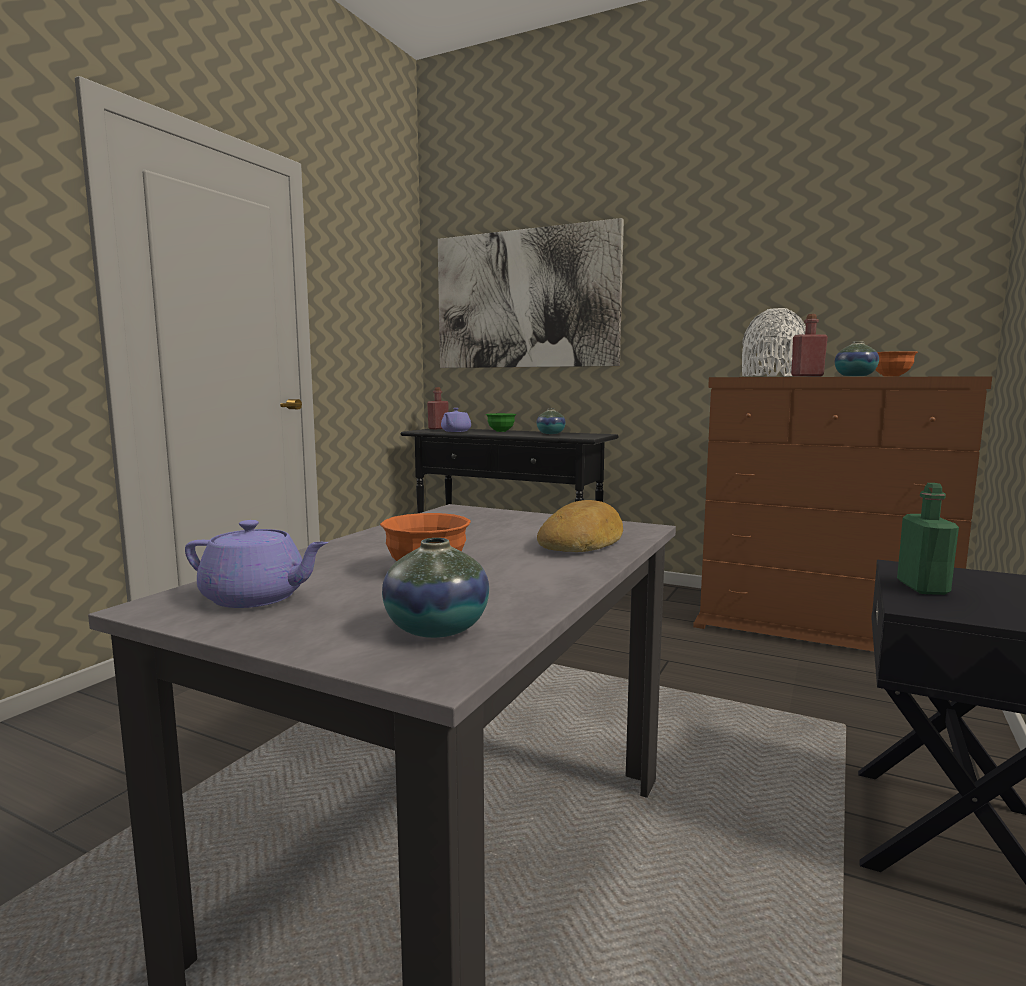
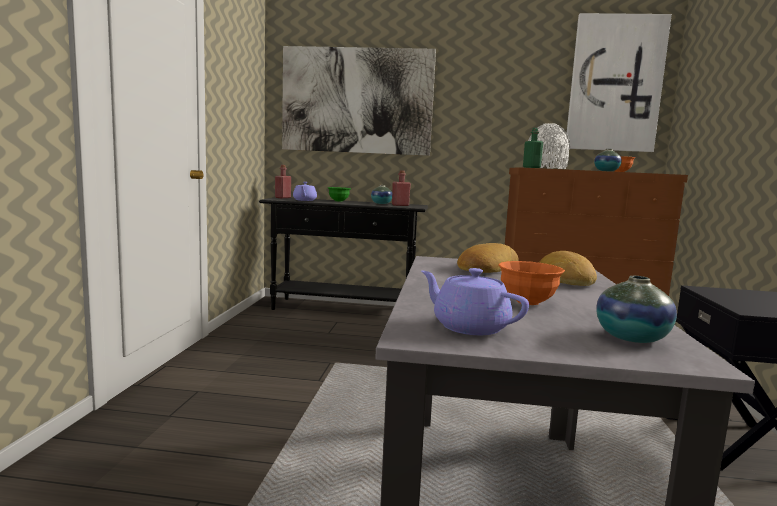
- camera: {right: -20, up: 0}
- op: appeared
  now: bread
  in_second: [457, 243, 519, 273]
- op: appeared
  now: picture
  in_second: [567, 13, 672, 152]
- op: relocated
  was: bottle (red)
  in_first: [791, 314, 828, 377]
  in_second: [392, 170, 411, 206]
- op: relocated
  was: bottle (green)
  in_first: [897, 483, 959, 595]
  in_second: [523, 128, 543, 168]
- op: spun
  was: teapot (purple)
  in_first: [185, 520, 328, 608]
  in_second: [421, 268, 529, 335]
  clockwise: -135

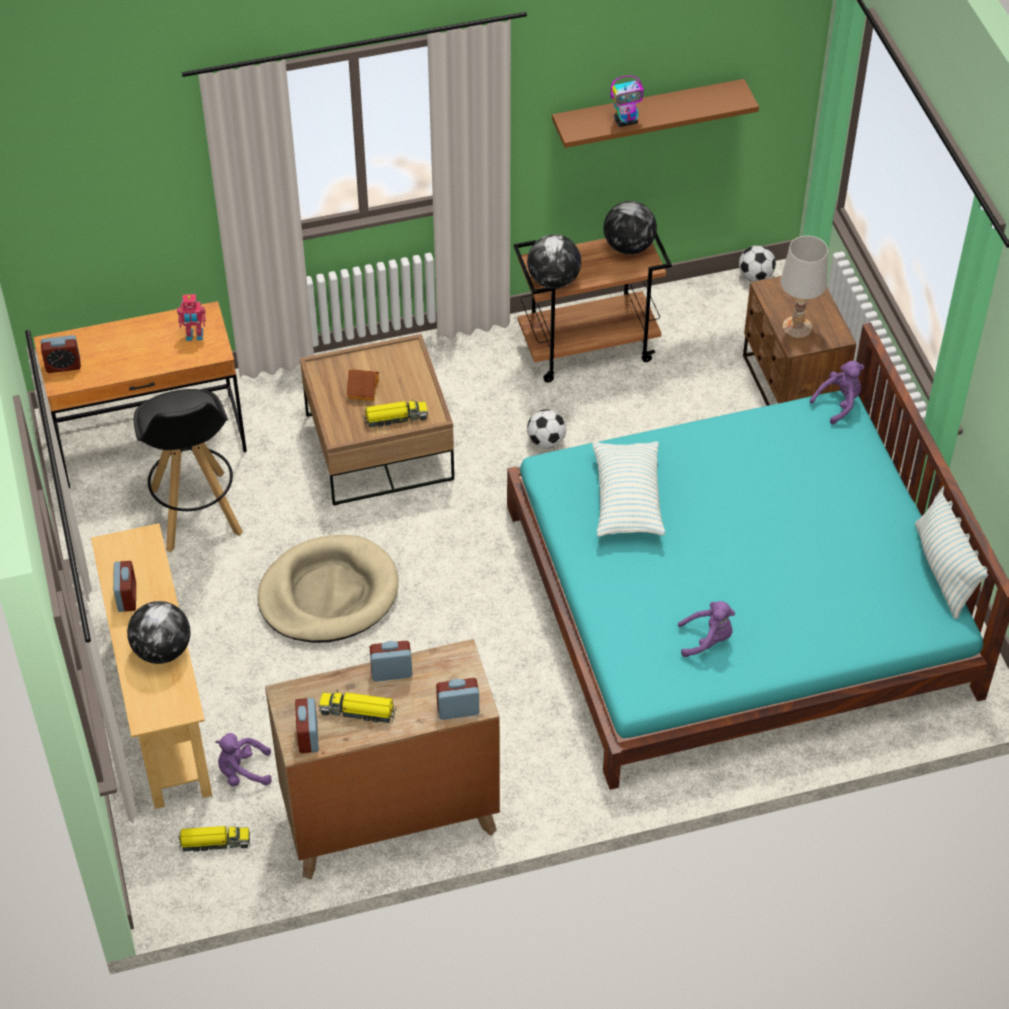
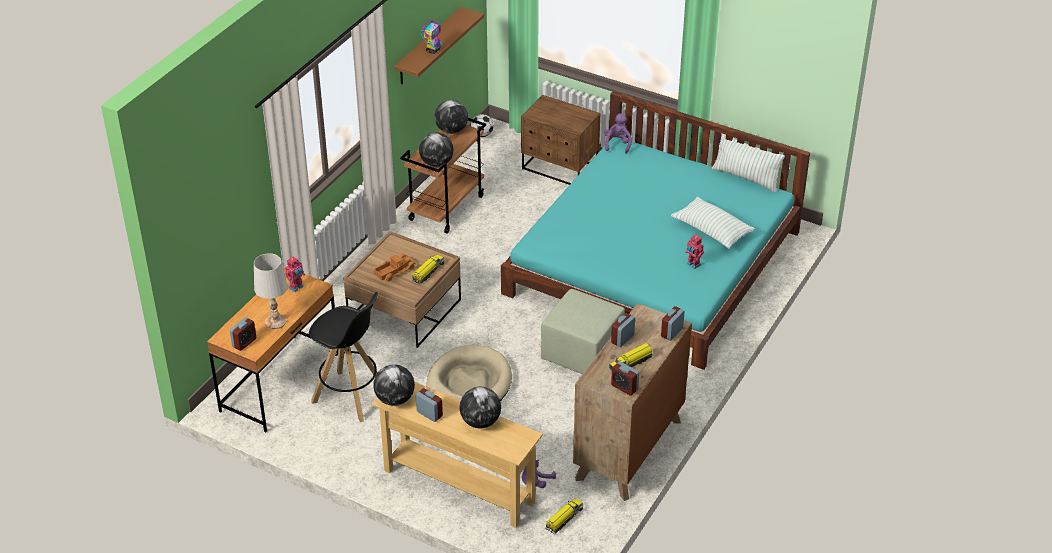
- camera: {right: -45, up: -10}
- op: missing
  was: football
  in_first: [527, 409, 566, 449]
- op: appeared
  now: globe
  in_second: [374, 364, 415, 406]
- op: appeared
  now: ottoman (green)
  in_second: [541, 289, 625, 374]
- op: relocated
  was: pillow
  in_first: [592, 442, 665, 537]
  in_second: [671, 197, 755, 249]
- op: relocated
  was: table lamp (white)
  in_first: [781, 236, 828, 338]
  in_second: [254, 253, 288, 329]
- op: exchanged
  was: toy house
  now: toy truck
  in_first: [347, 369, 379, 401]
  in_second: [374, 253, 416, 281]
- op: exchanged
  was: plush toy (purple)
  now: toy robot
  in_first: [678, 601, 735, 657]
  in_second: [685, 235, 704, 269]

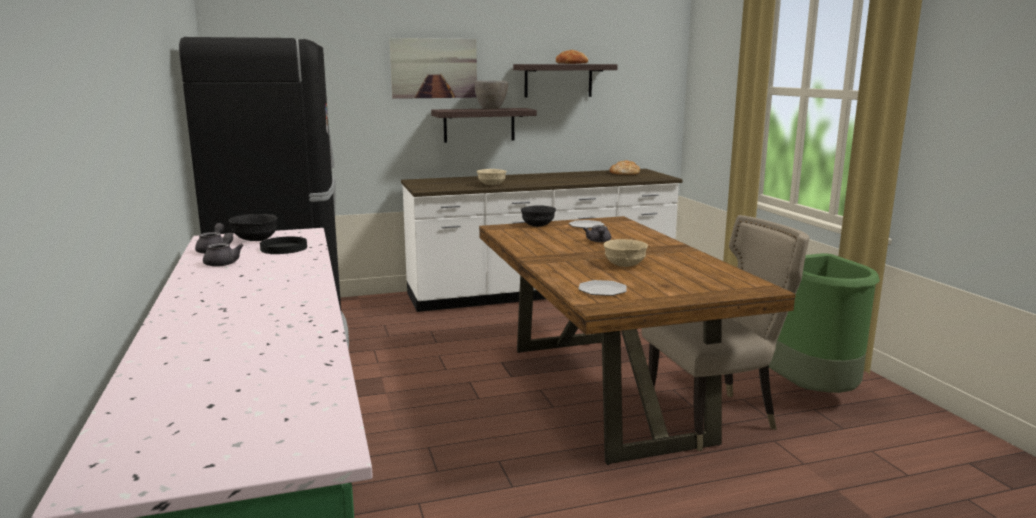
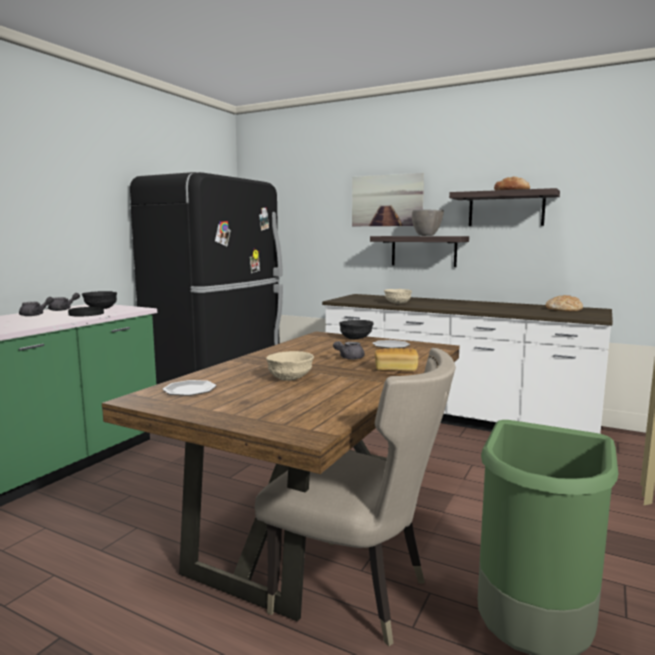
- camera: {right: 45, up: -5}
- op: appeared
  now: bread
  in_second: [374, 348, 418, 371]

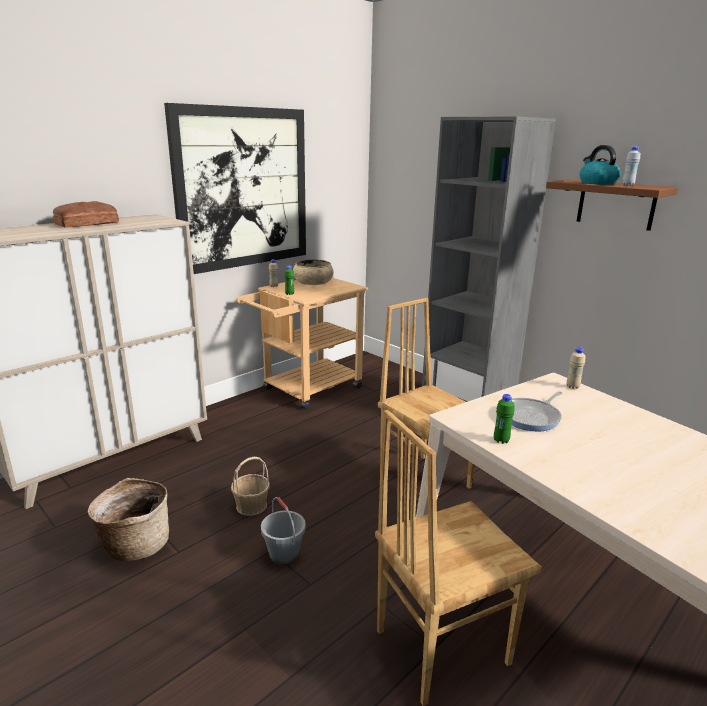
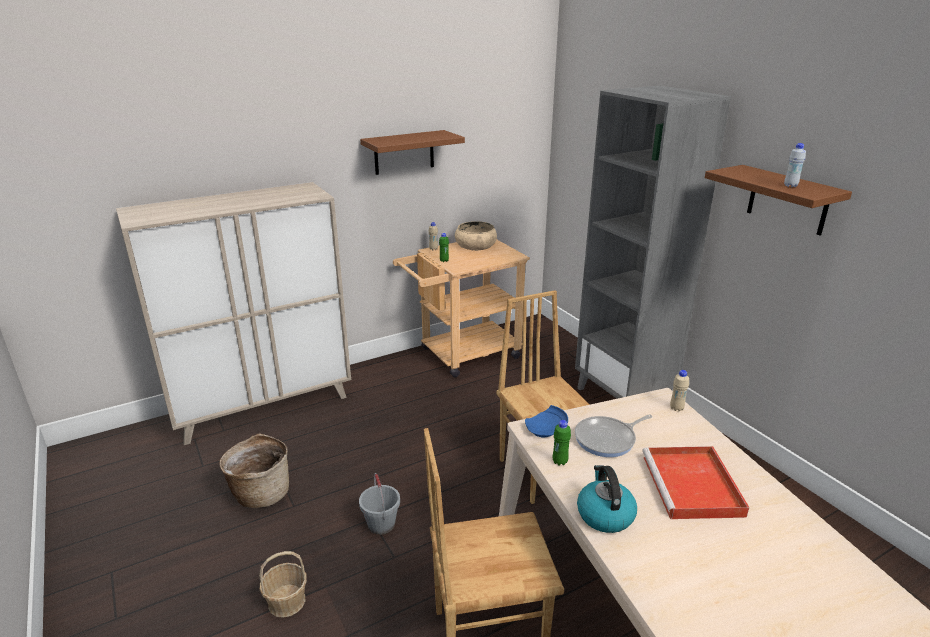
- camera: {right: 15, up: 5}
- op: missing
  was: bread
  in_first: [53, 201, 119, 227]
- op: appeared
  now: plate (blue)
  in_second: [525, 405, 568, 437]
- op: appeared
  now: tray (red)
  in_second: [642, 446, 749, 519]
- op: relocated
  was: basket
  in_first: [231, 457, 270, 516]
  in_second: [259, 551, 307, 618]
- op: relocated
  was: kettle
  in_first: [580, 145, 621, 185]
  in_second: [577, 465, 637, 533]
- op: exchanged
  was: picture
  now: shelf (brown)
  in_first: [164, 103, 306, 274]
  in_second: [360, 130, 465, 175]

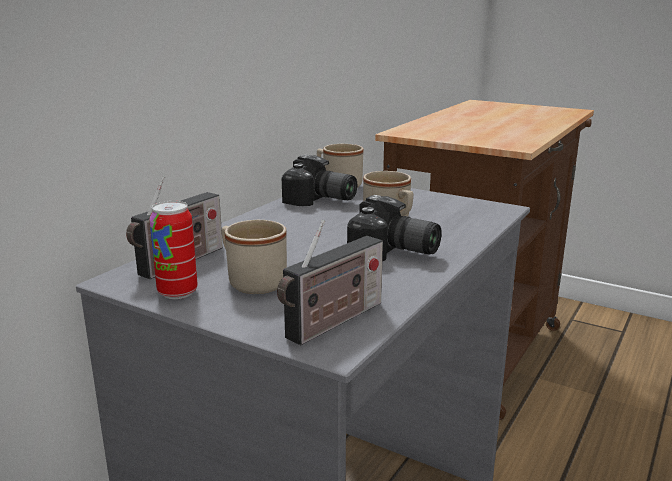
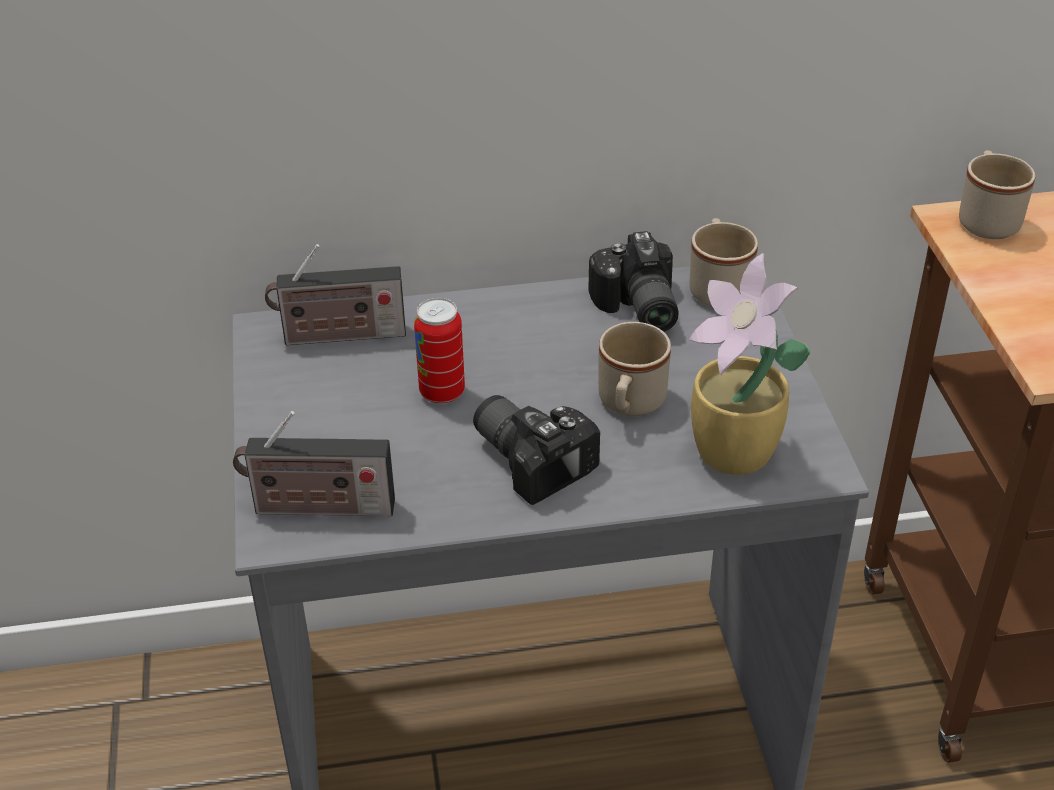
- camera: {right: 50, up: 20}
- op: appeared
  now: potted plant
  in_second: [689, 253, 810, 475]
- op: relocated
  was: can
  in_first: [149, 201, 198, 299]
  in_second: [414, 298, 465, 404]
- op: relocated
  was: mug (beige)
  in_first: [222, 220, 287, 294]
  in_second: [959, 150, 1036, 239]
- op: spun
  was: photo camera
  in_first: [347, 195, 442, 261]
  in_second: [473, 395, 600, 505]
  clockwise: 150

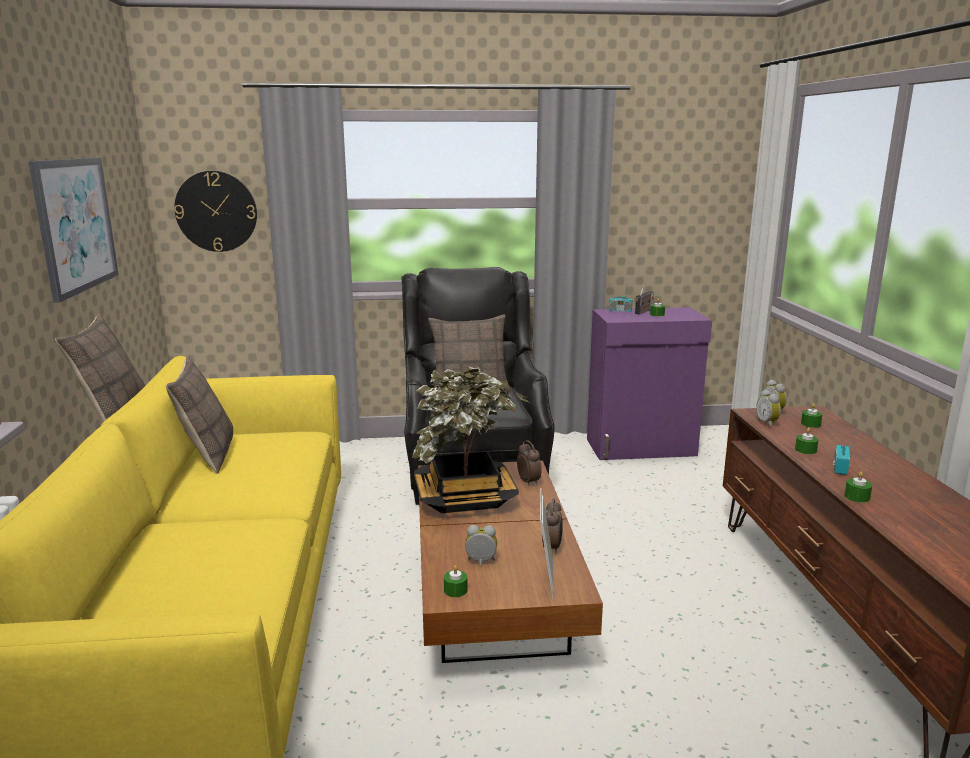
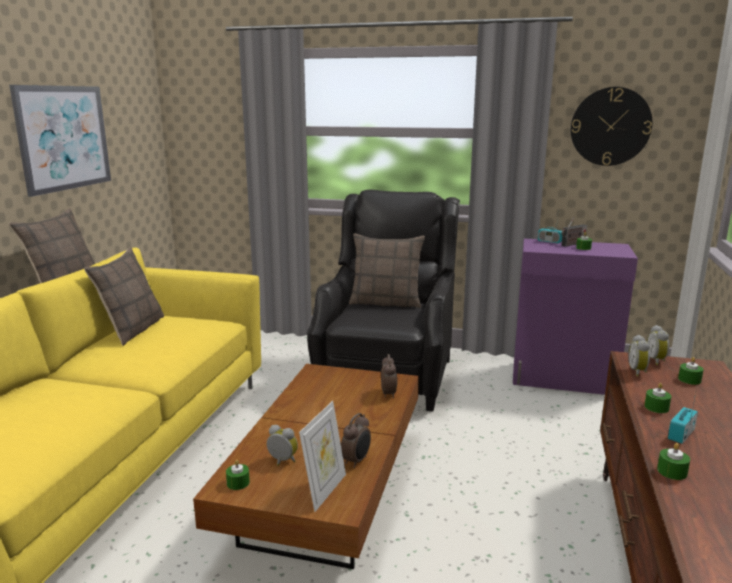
- camera: {right: 20, up: 0}
- op: missing
  was: potted plant
  in_first: [412, 366, 529, 513]
- op: relocated
  was: wall clock
  in_first: [174, 171, 257, 252]
  in_second: [571, 87, 652, 166]

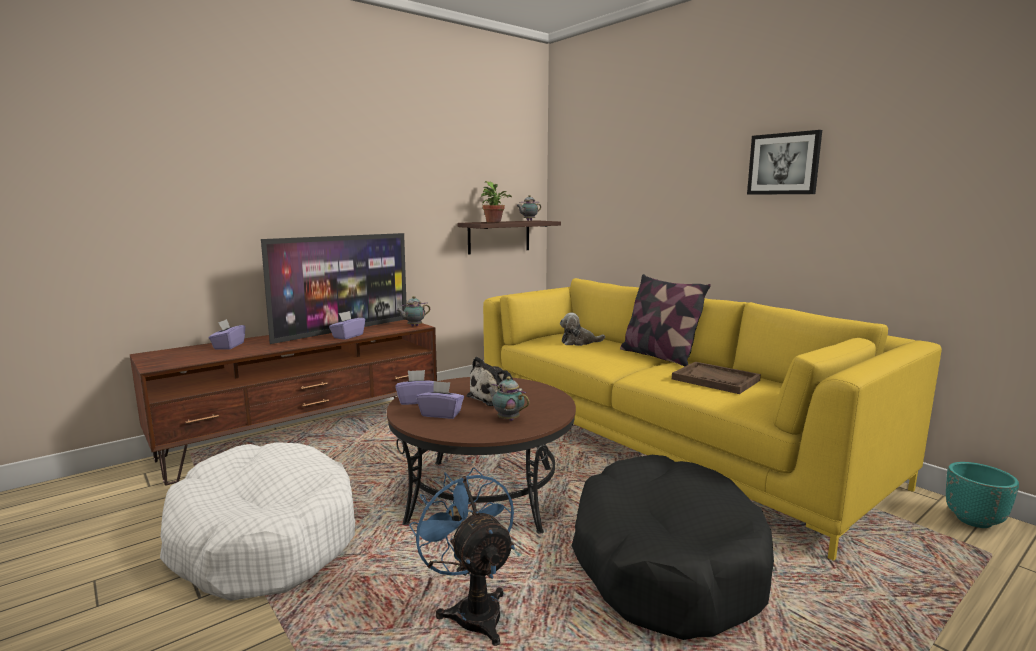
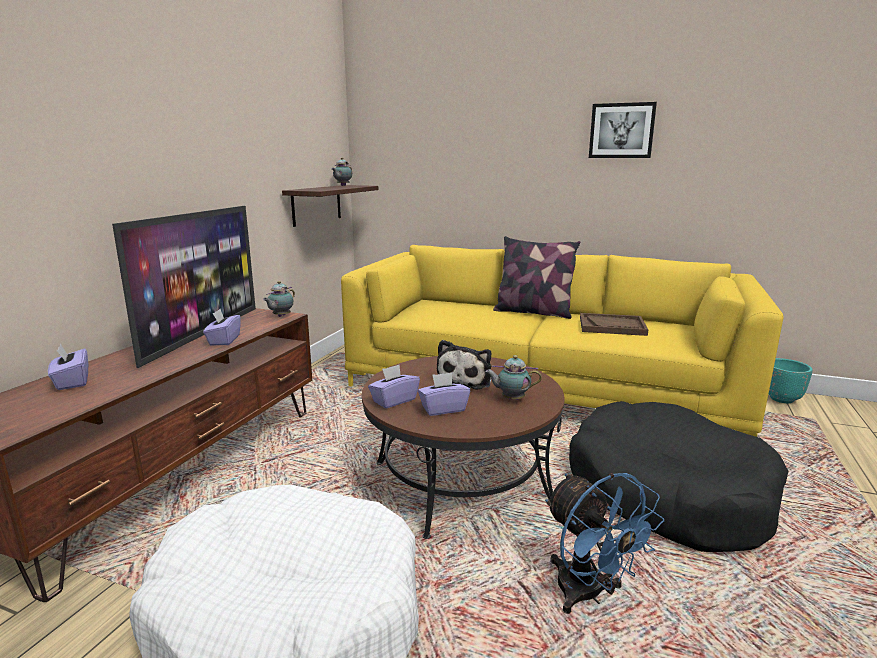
- camera: {right: -30, up: 5}
- op: missing
  was: potted plant
  in_first: [481, 181, 512, 223]
- op: missing
  was: plush toy
  in_first: [560, 313, 605, 346]
- op: spun
  was: fan (blue)
  in_first: [409, 467, 515, 646]
  in_second: [545, 473, 664, 614]
  clockwise: -150

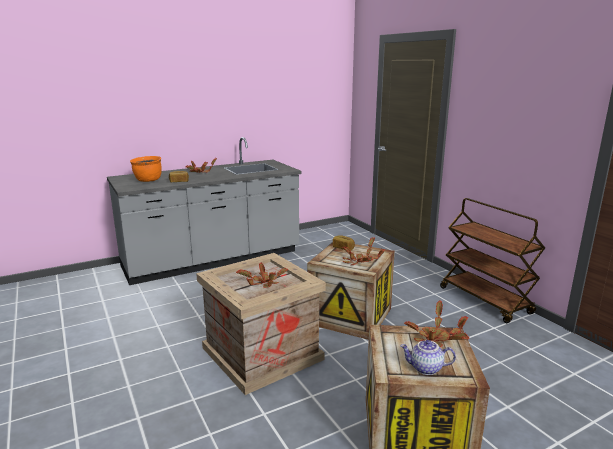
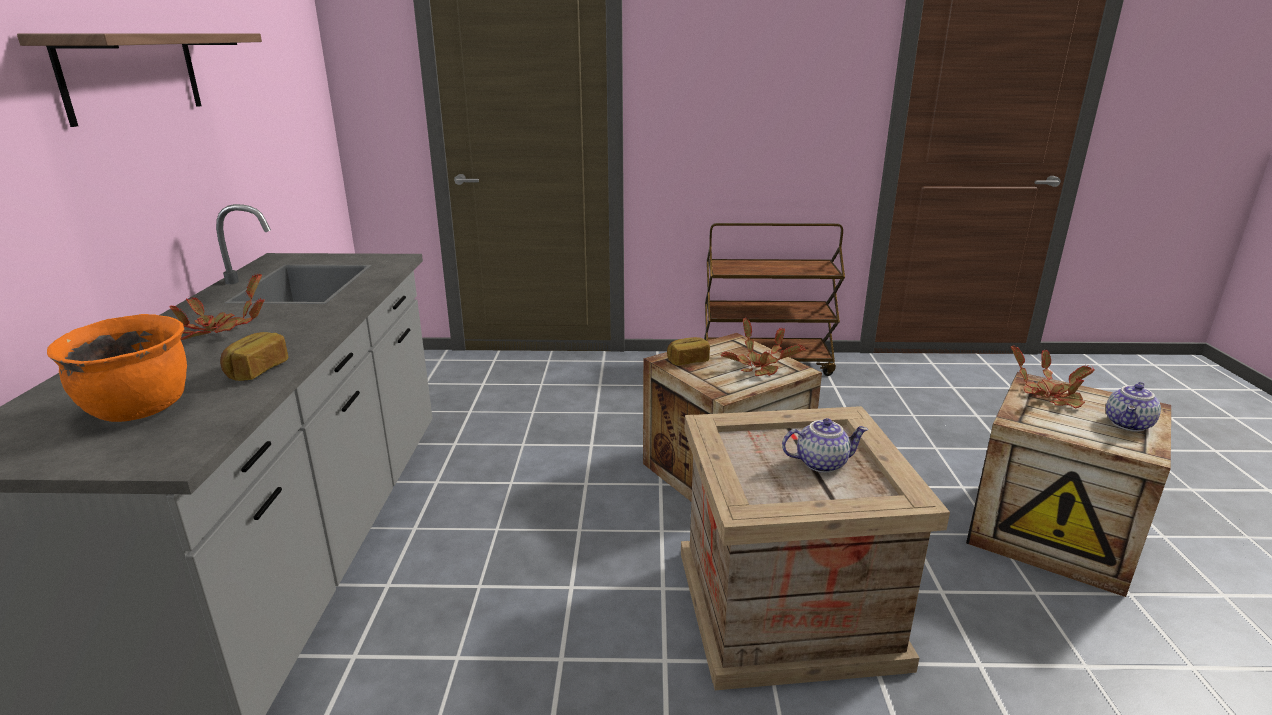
- camera: {right: -60, up: 5}
- op: appeared
  now: shelf
  in_second: [17, 33, 262, 127]
- op: exchanged
  was: potted plant
  now: teapot
  in_first: [236, 262, 288, 288]
  in_second: [782, 418, 868, 473]

